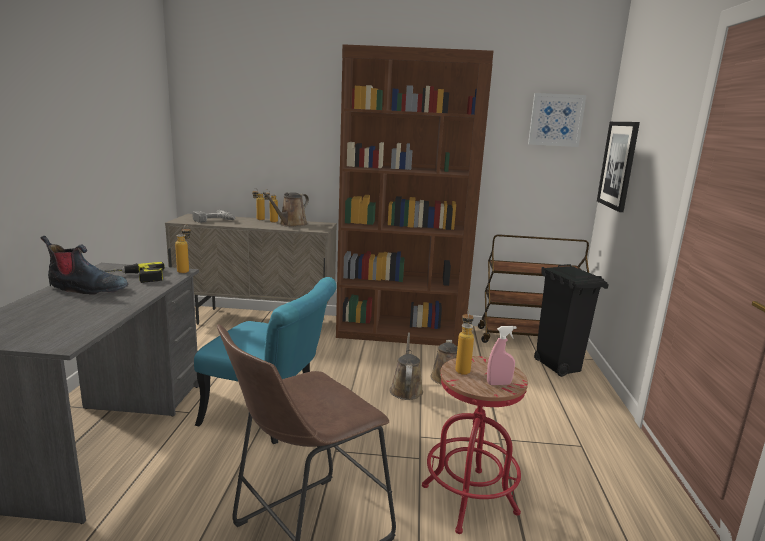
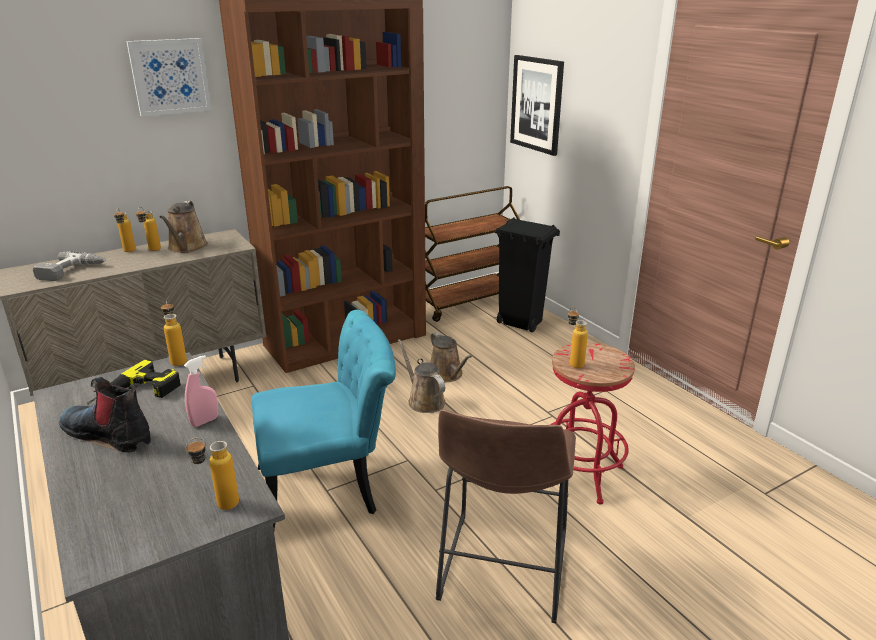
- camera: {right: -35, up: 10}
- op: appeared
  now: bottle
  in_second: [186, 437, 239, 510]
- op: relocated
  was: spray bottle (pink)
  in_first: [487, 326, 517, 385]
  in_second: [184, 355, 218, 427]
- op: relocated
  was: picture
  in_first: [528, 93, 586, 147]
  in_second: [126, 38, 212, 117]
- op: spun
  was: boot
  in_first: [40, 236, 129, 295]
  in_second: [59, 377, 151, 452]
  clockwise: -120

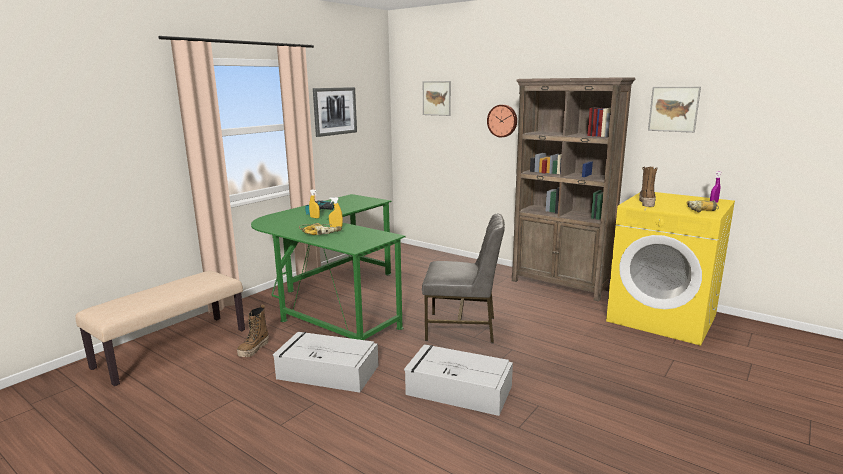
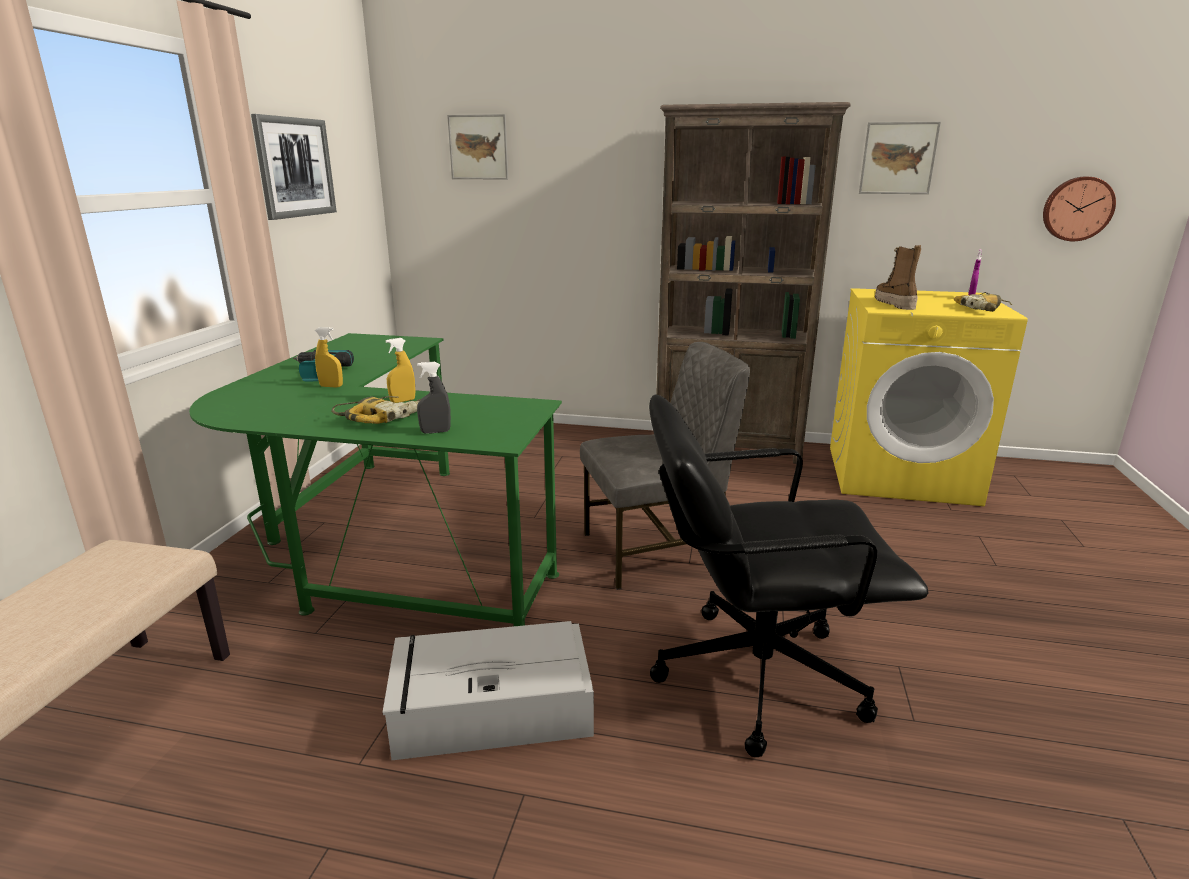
- camera: {right: -25, up: 5}
- op: missing
  was: boot
  in_first: [237, 305, 269, 357]
- op: appeared
  now: spray bottle (grey)
  in_second: [417, 362, 451, 433]
- op: relocated
  was: wall clock
  in_first: [487, 104, 517, 137]
  in_second: [1043, 177, 1116, 241]
- op: exchanged
  was: storage box (grey)
  now: office chair (black)
  in_first: [404, 344, 513, 416]
  in_second: [649, 394, 928, 757]

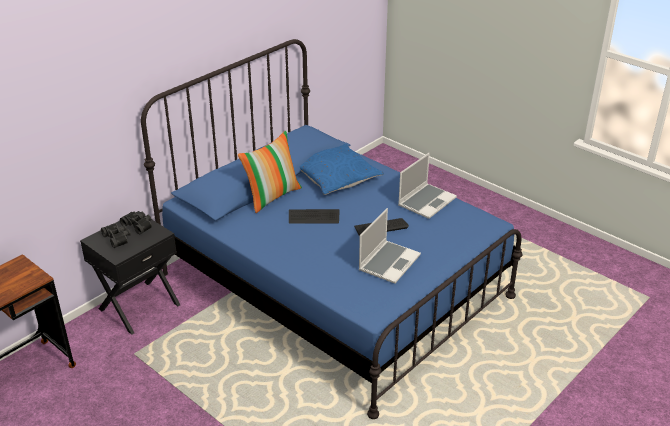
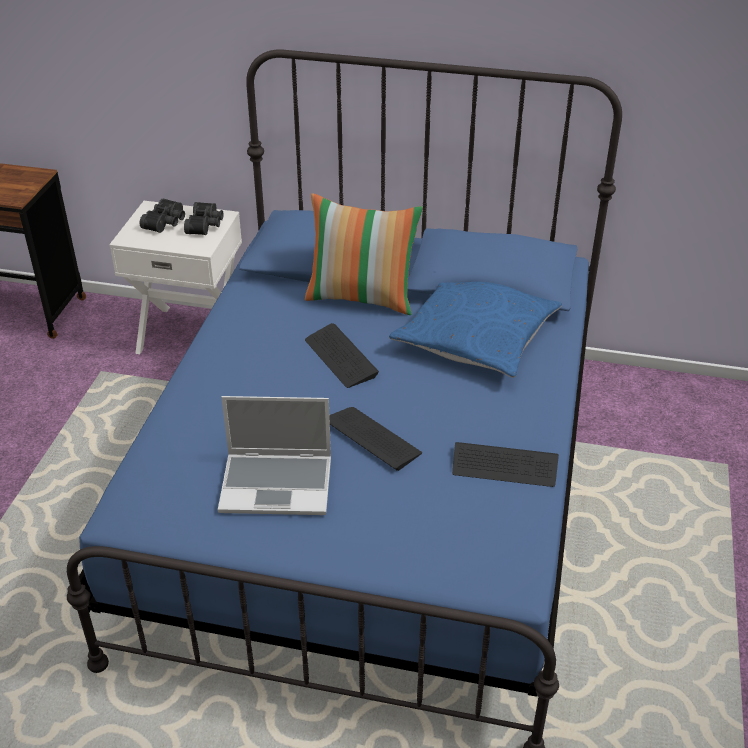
- camera: {right: 60, up: 5}
- op: exchanged
  was: laptop
  now: keyboard
  in_first: [398, 153, 457, 219]
  in_second: [452, 442, 559, 487]
- op: colour
  was: nightstand (black)
  now: nightstand (white)
  in_first: [80, 211, 180, 335]
  in_second: [109, 201, 242, 354]

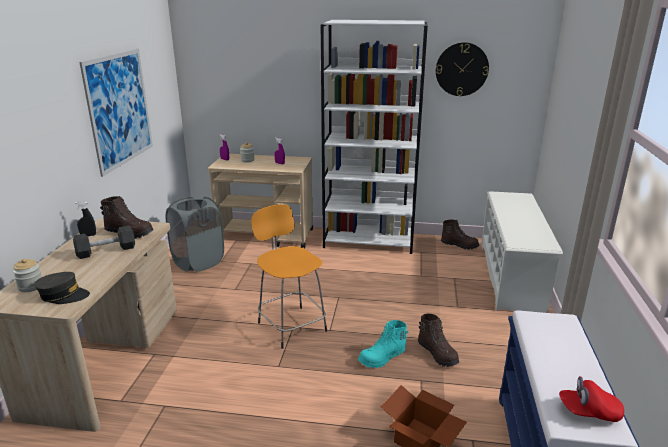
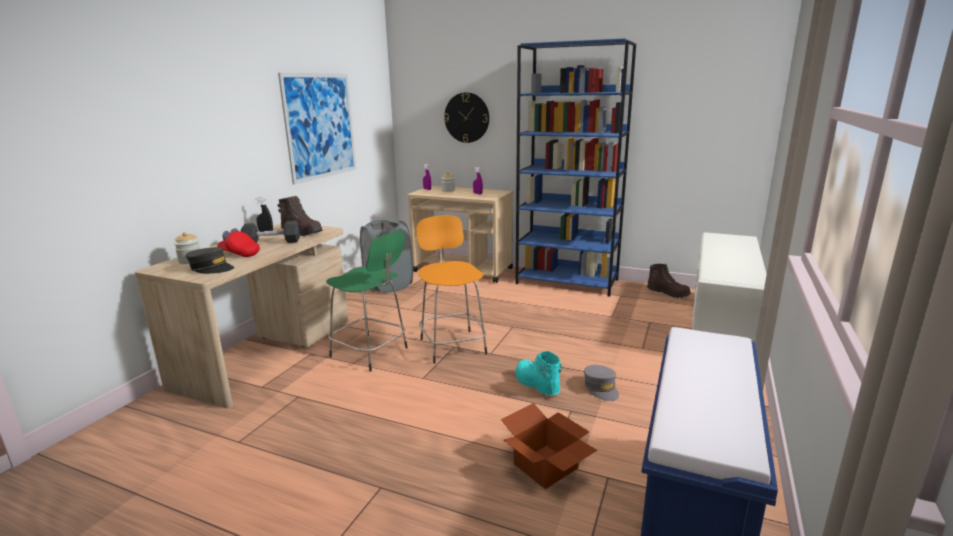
- camera: {right: 15, up: -5}
- op: appeared
  now: stool (green)
  in_second: [326, 231, 408, 371]
- op: relocated
  was: wall clock
  in_first: [436, 42, 489, 96]
  in_second: [444, 92, 489, 143]
- op: relocated
  was: cap (red)
  in_first: [559, 376, 624, 422]
  in_second: [217, 228, 260, 257]
- op: exchanged
  was: boot (brown)
  now: cap (grey)
  in_first: [418, 313, 459, 367]
  in_second: [584, 365, 619, 401]
- op: colour
  was: bookcase (white)
  now: bookcase (blue)
  in_first: [321, 20, 428, 254]
  in_second: [516, 38, 636, 297]
- op: spun
  was: boot (turquoise)
  in_first: [358, 320, 408, 368]
  in_second: [515, 351, 562, 396]
  clockwise: 75

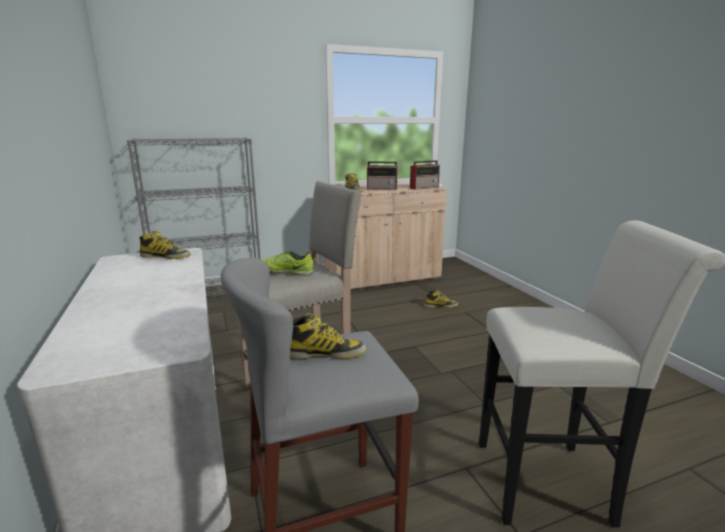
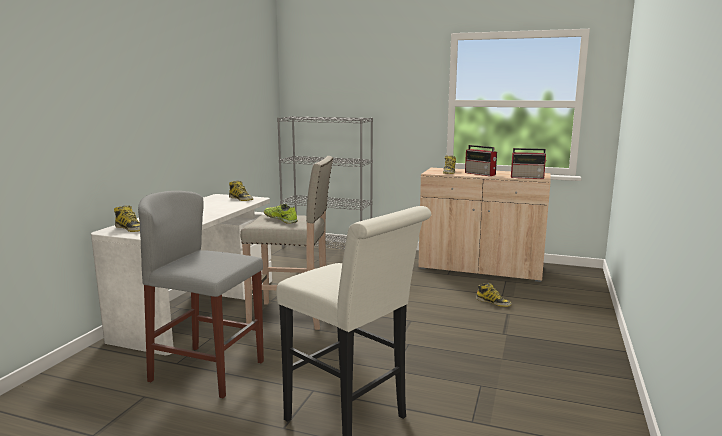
- camera: {right: 40, up: -5}
- op: relocated
  was: boot
  in_first: [290, 313, 367, 359]
  in_second: [114, 205, 140, 232]

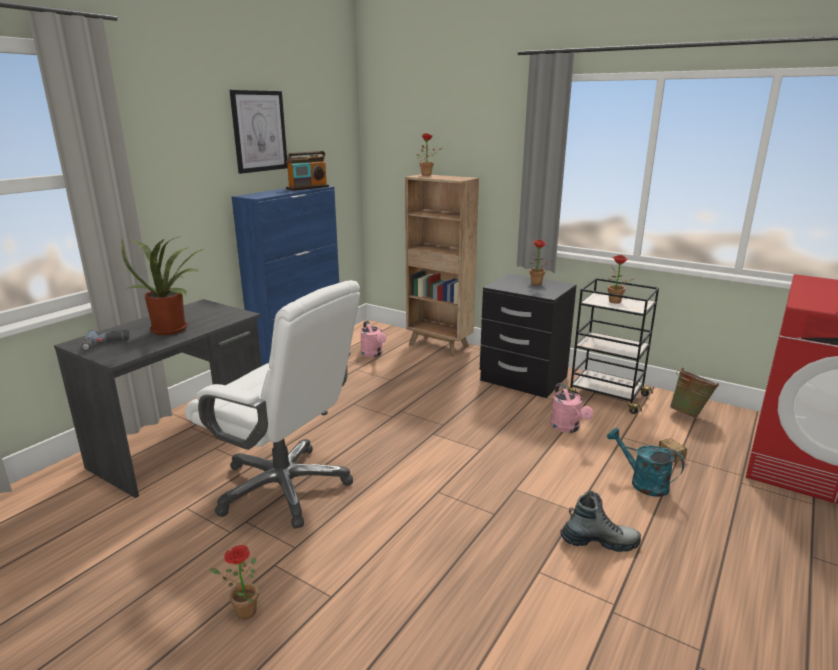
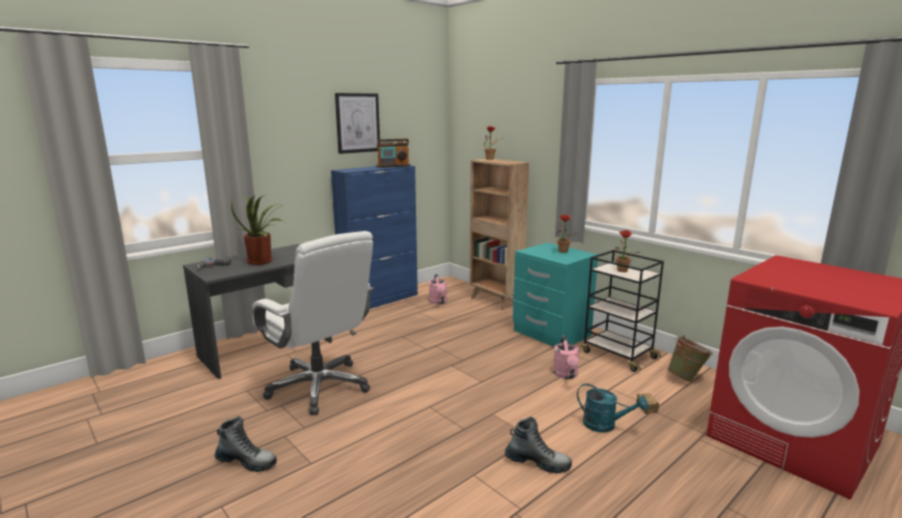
- camera: {right: 15, up: -5}
- op: exchanged
  was: potted plant
  now: boot
  in_first: [210, 545, 258, 619]
  in_second: [215, 416, 277, 472]
- op: colour
  was: nightstand (black)
  now: nightstand (turquoise)
  in_first: [480, 274, 577, 398]
  in_second: [513, 243, 598, 347]
- op: spun
  was: watering can (turquoise)
  in_first: [607, 428, 684, 497]
  in_second: [577, 383, 648, 433]
  clockwise: 150

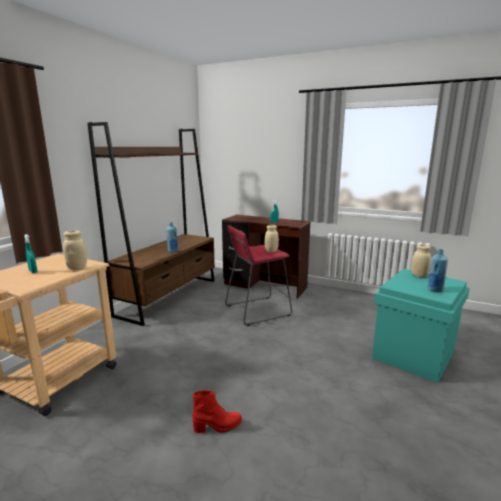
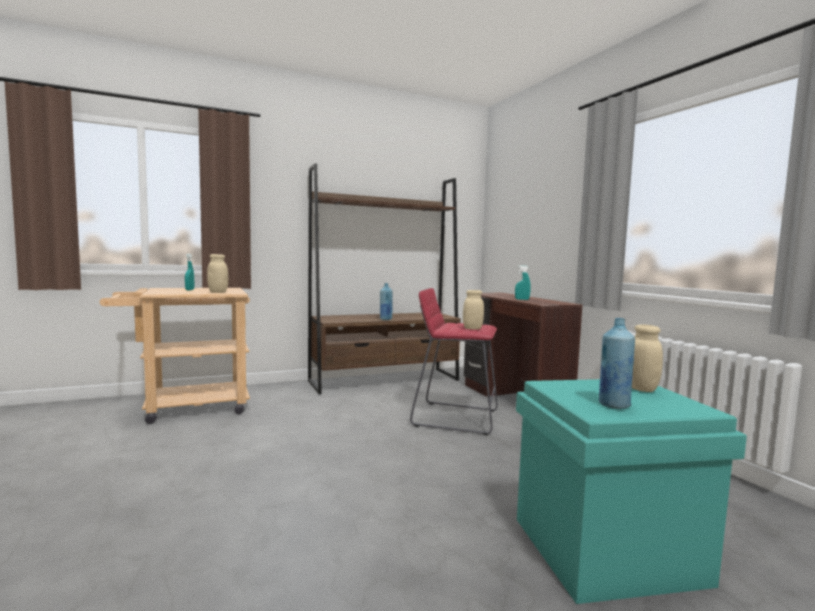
- camera: {right: 40, up: -10}
- op: missing
  was: boot (red)
  in_first: [192, 390, 242, 433]

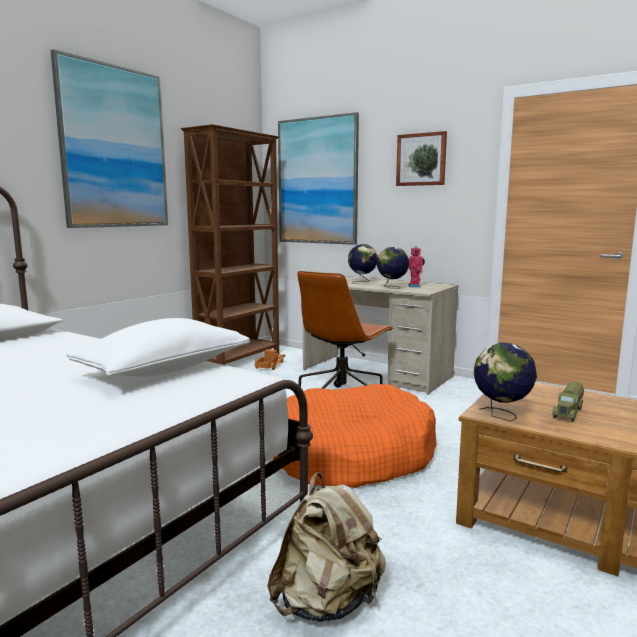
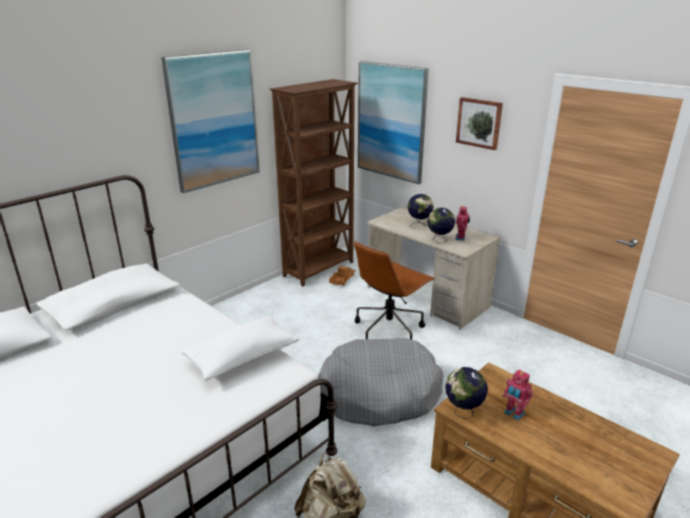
- camera: {right: 10, up: 15}
- op: exchanged
  was: toy truck
  now: toy robot
  in_first: [552, 381, 584, 422]
  in_second: [502, 369, 533, 420]
- op: colour
  was: dog bed (orange)
  now: dog bed (grey)
  in_first: [273, 384, 437, 488]
  in_second: [318, 338, 444, 427]

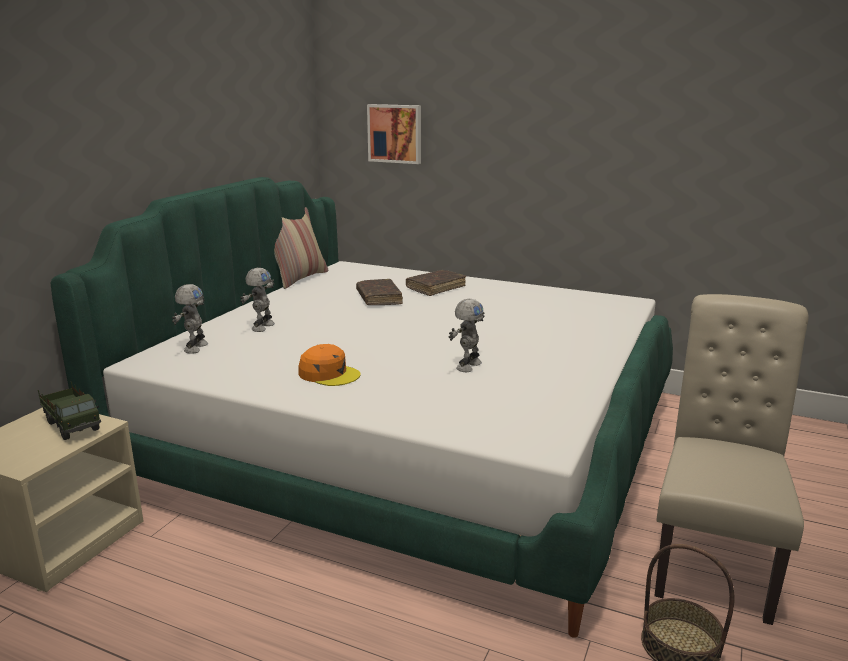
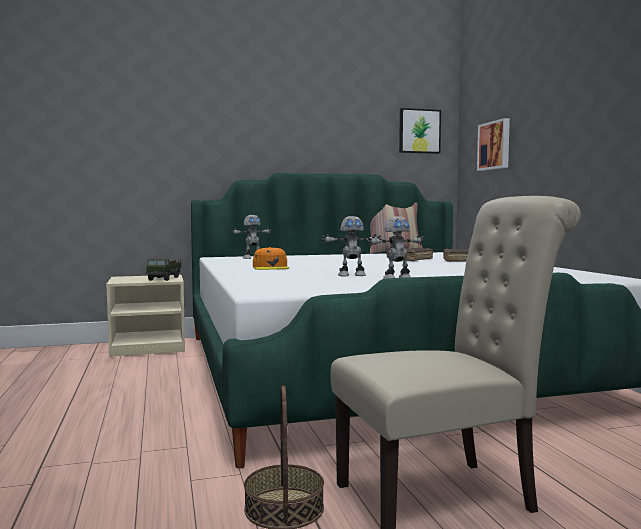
- camera: {right: 50, up: -15}
- op: appeared
  now: picture
  in_second: [399, 108, 441, 154]
- op: relocated
  was: toy robot
  in_first: [240, 268, 275, 332]
  in_second: [367, 216, 424, 279]

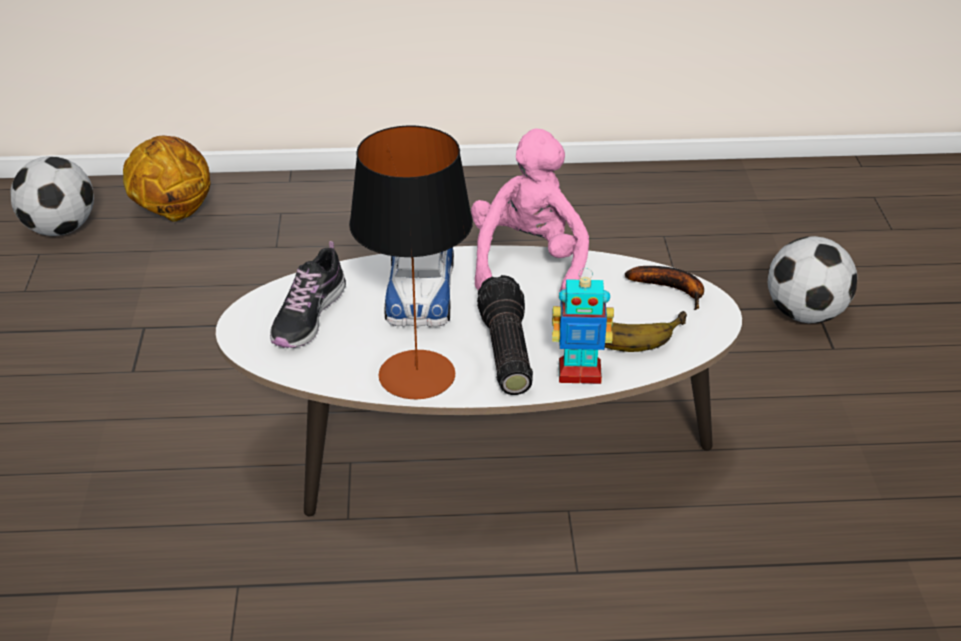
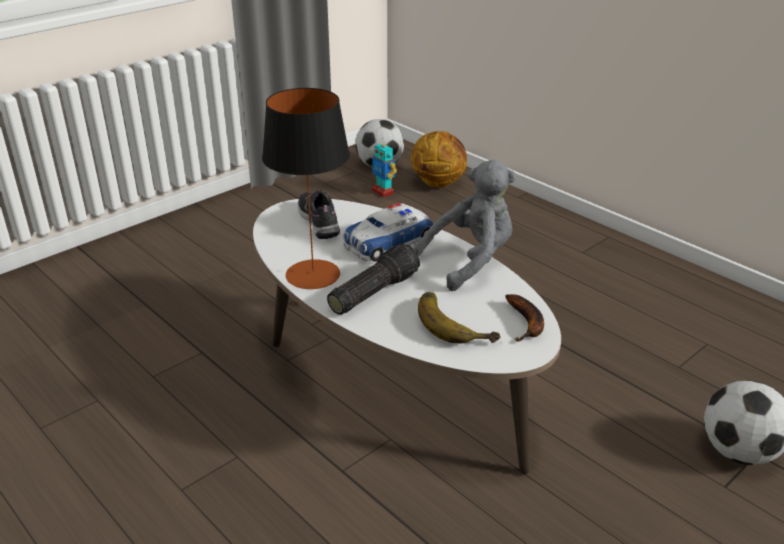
- camera: {right: 50, up: -5}
- op: relocated
  was: toy robot
  in_first: [552, 268, 614, 384]
  in_second: [372, 141, 397, 197]
- op: colour
  was: plush toy (pink)
  now: plush toy (grey)
  in_first: [471, 129, 589, 293]
  in_second: [413, 160, 516, 291]
- op: spun
  was: shoe
  in_first: [270, 241, 346, 348]
  in_second: [298, 191, 340, 239]
  clockwise: 90

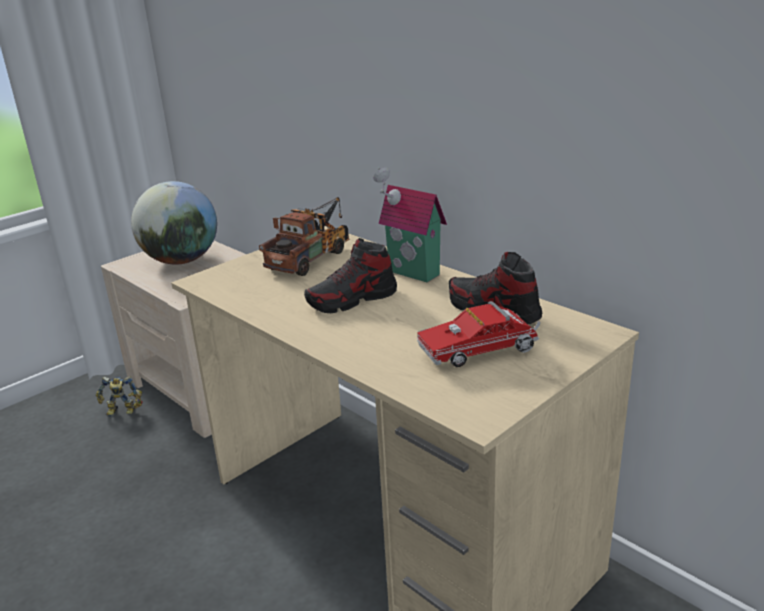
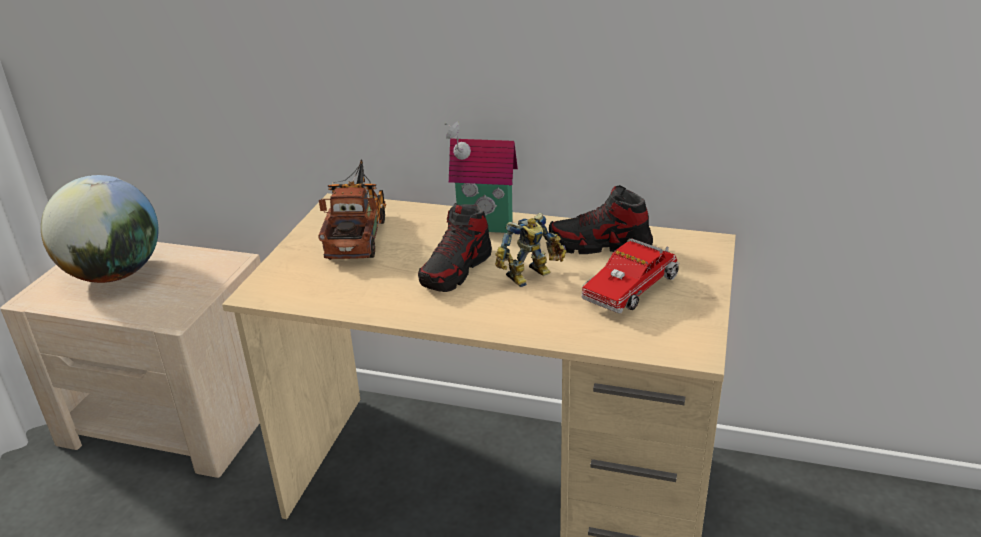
- camera: {right: -30, up: 5}
- op: relocated
  was: toy robot
  in_first: [96, 376, 143, 417]
  in_second: [495, 213, 567, 287]

